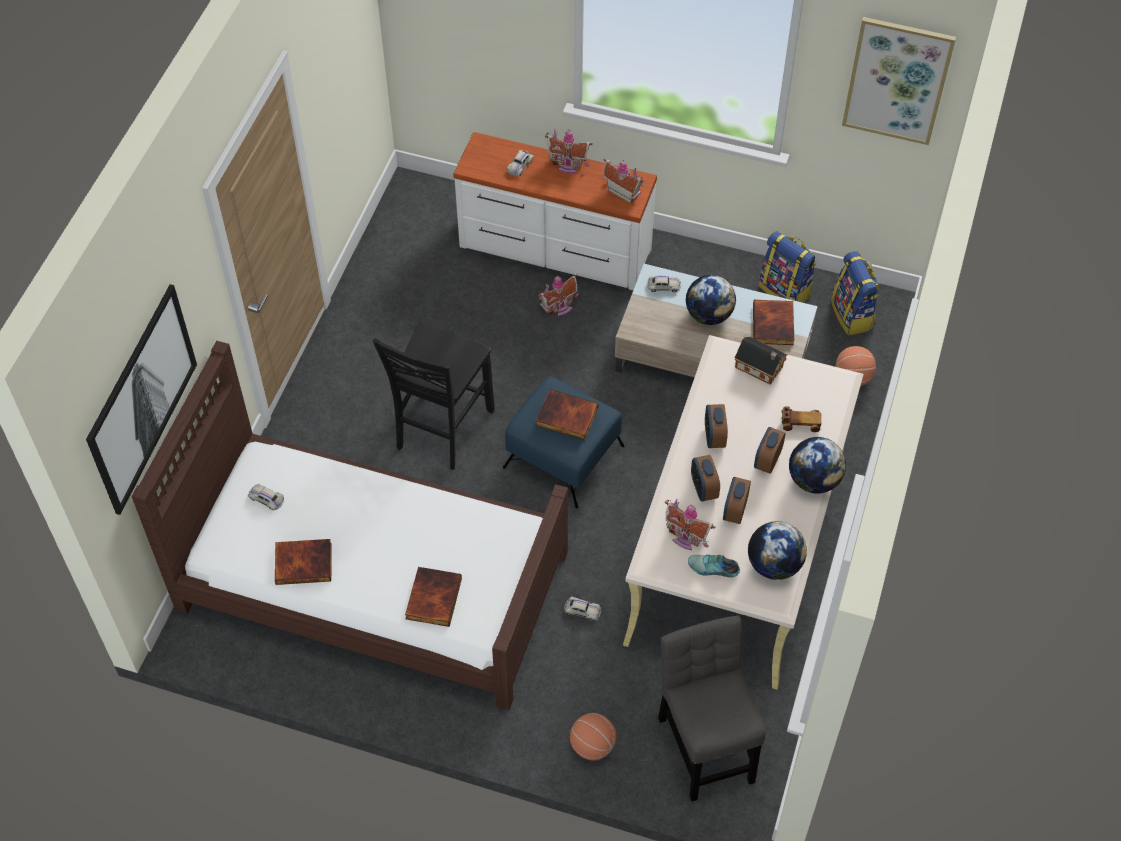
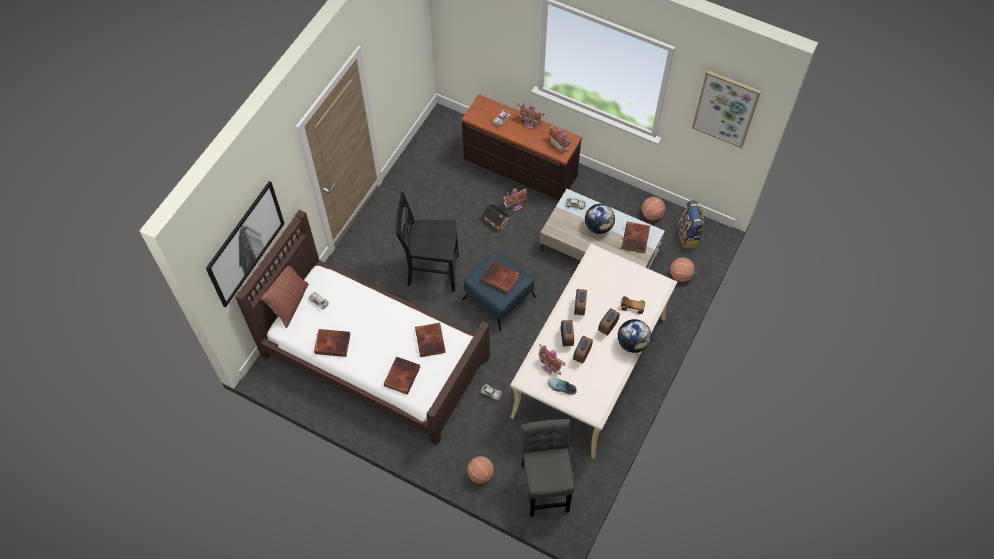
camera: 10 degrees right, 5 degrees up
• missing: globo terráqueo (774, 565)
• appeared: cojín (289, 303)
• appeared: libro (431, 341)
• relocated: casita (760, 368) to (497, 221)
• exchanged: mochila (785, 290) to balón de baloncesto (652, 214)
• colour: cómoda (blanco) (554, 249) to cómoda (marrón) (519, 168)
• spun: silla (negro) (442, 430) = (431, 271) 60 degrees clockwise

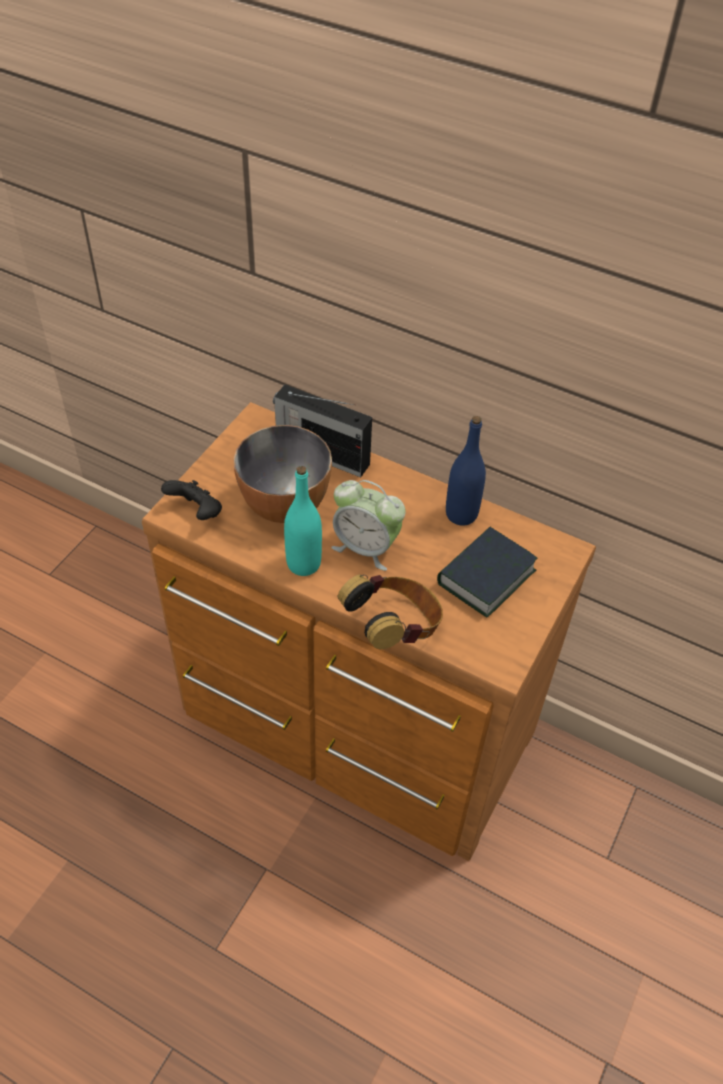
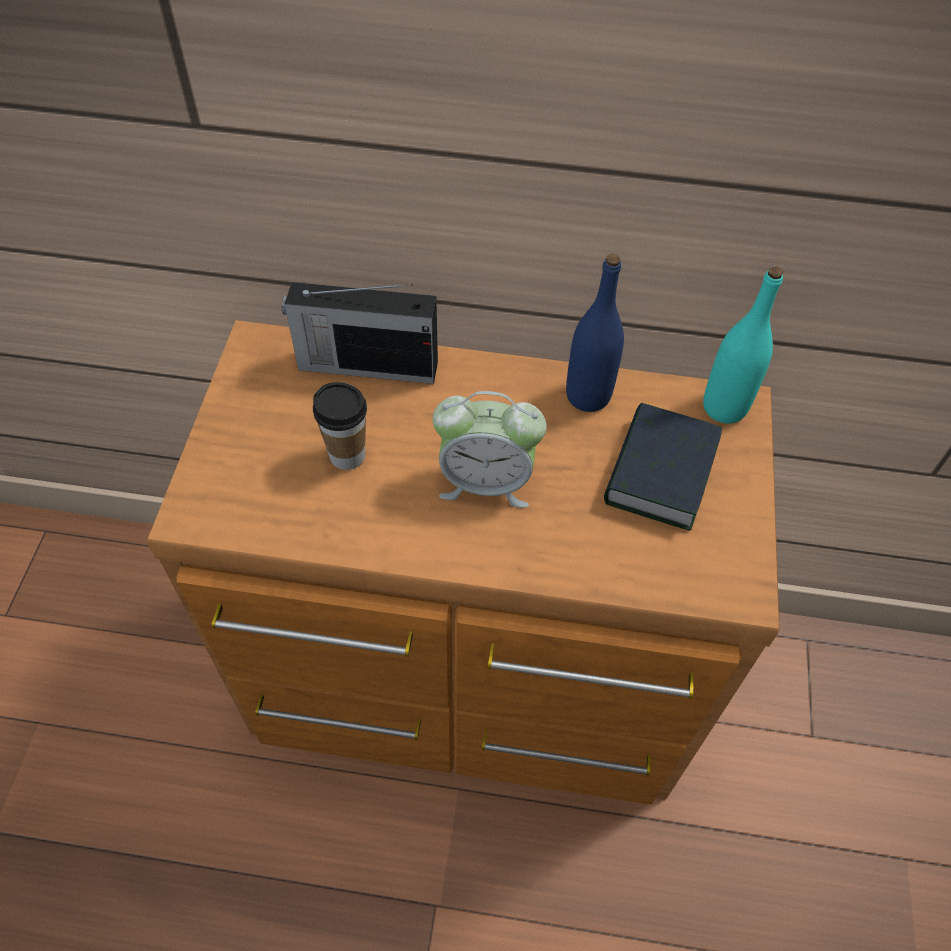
camera: 20 degrees left, 5 degrees up
• missing: mando de consola (negro) (196, 512)
• missing: auriculares (394, 628)
• relocated: botella (turquesa) (303, 564) to (724, 407)
• exchanged: cuenco (284, 505) to taza (347, 455)

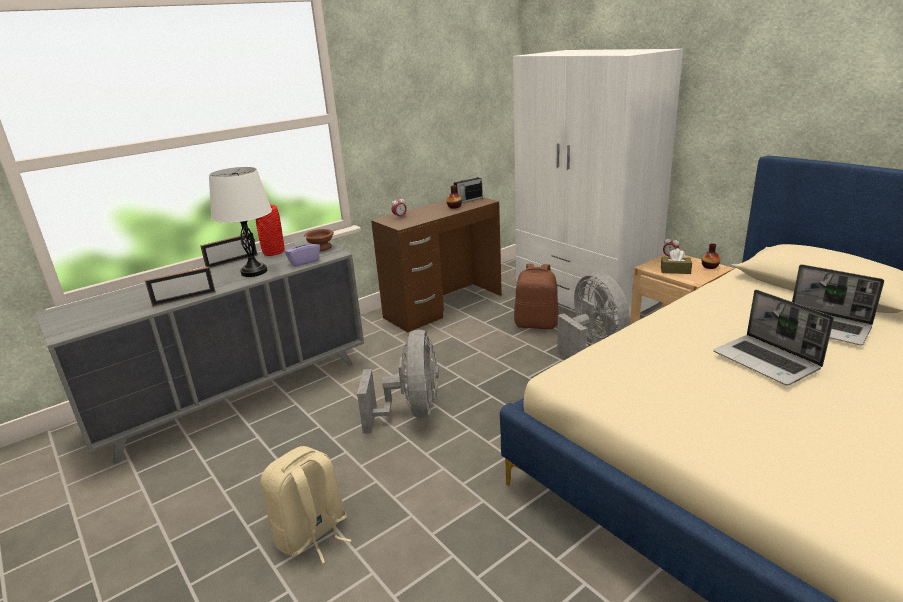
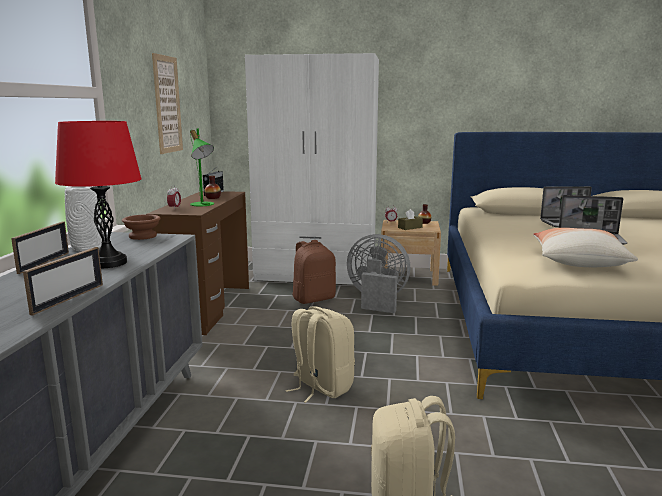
camera: 45 degrees left, 10 degrees down
• missing: caja de pañuelos (morado) (304, 261)
• appeared: cuadro (167, 104)
• appeared: lámpara de mesa (verde) (203, 205)
• appeared: cojín (578, 261)
• exchanged: ventilador (gris) (412, 412) to mochila (beis) (321, 387)
• colour: lámpara de mesa (blanco) (254, 272) to lámpara de mesa (rojo) (108, 263)
• colour: florero (rojo) (273, 252) to florero (blanco) (86, 248)

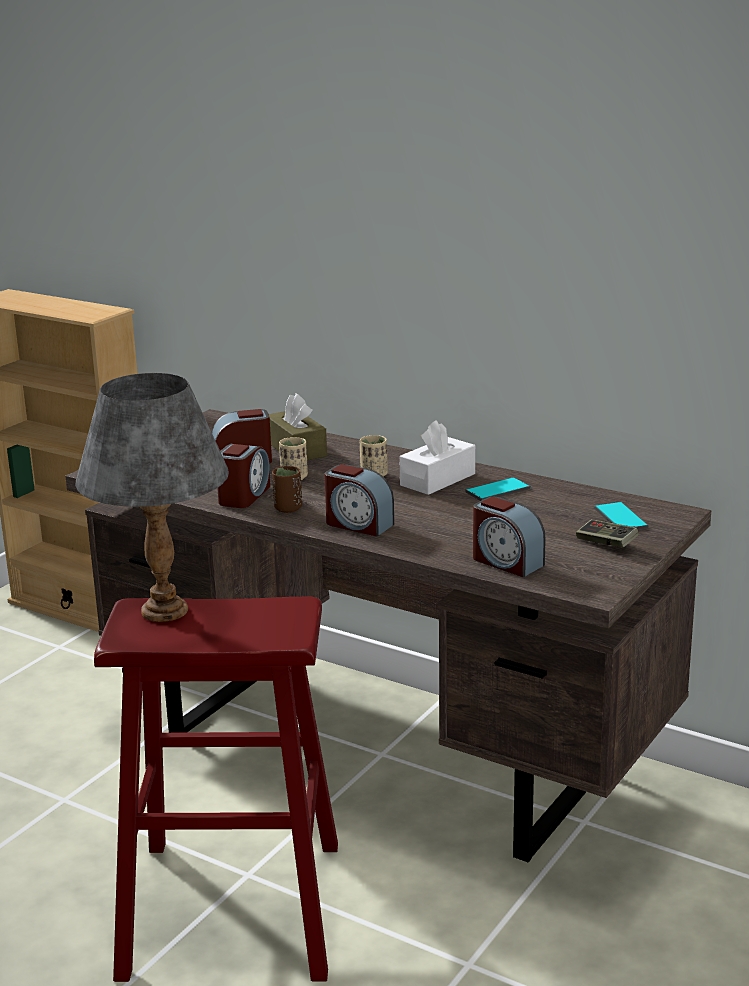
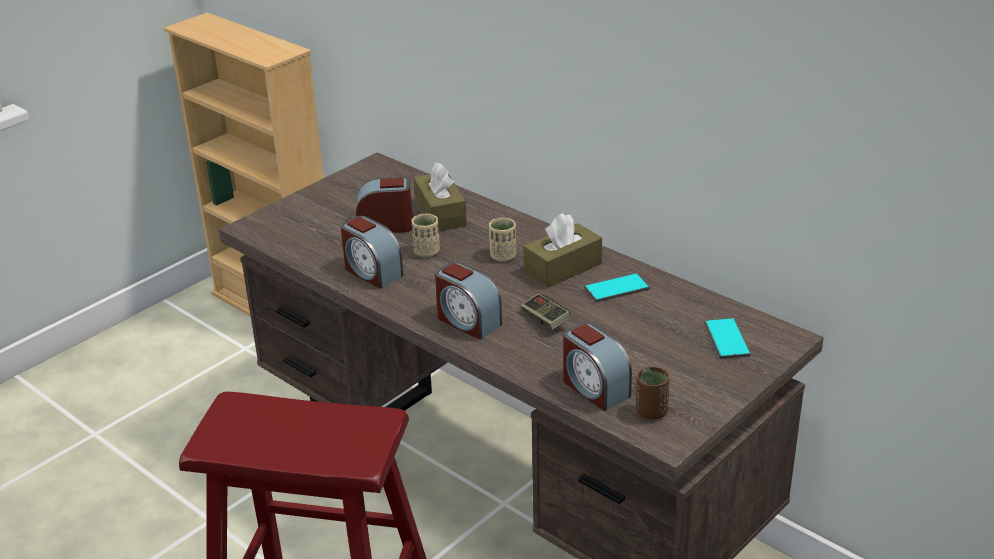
camera: 10 degrees right, 10 degrees up
• missing: lámpara de mesa (gris) (165, 611)
• relocated: taza (marrón) (288, 508) to (651, 412)
• relocated: mando de consola (606, 543) to (545, 320)
• colour: caja de pañuelos (blanco) (437, 479) to caja de pañuelos (marrón) (562, 268)
• spun: despertador (244, 496) = (372, 272) 105 degrees clockwise

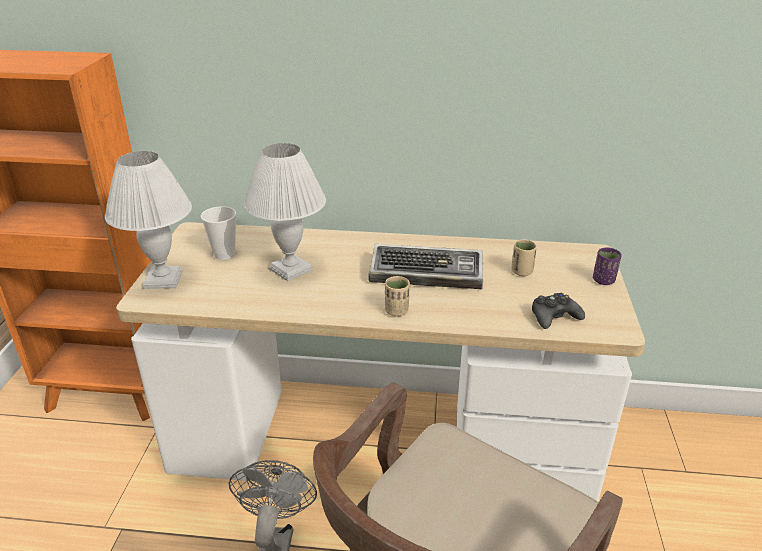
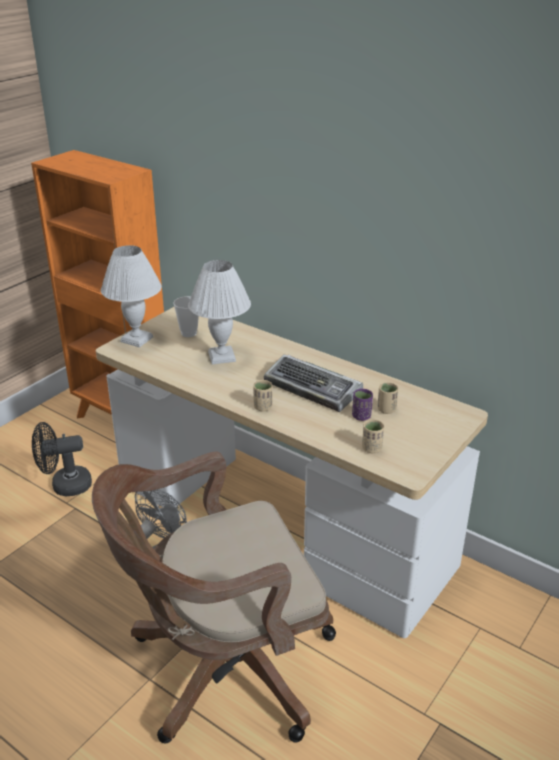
camera: 30 degrees right, 0 degrees up
• appeared: ventilador (negro) (65, 486)
• relocated: taza (morado) (603, 280) to (361, 416)
• exchanged: mando de consola (negro) (554, 316) to taza (beis) (372, 448)

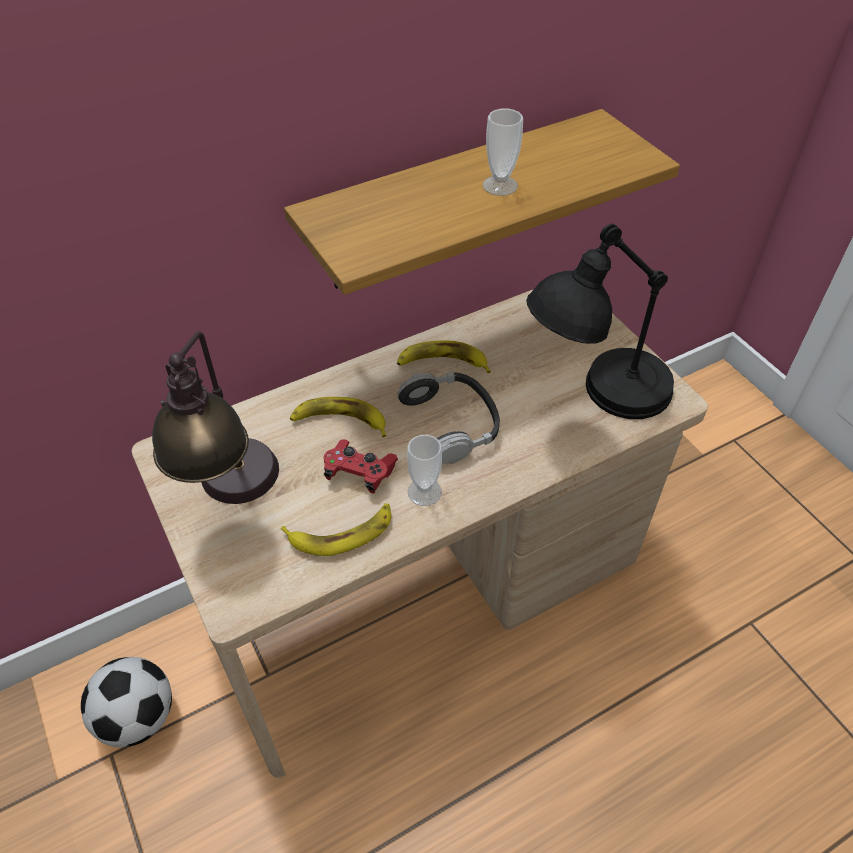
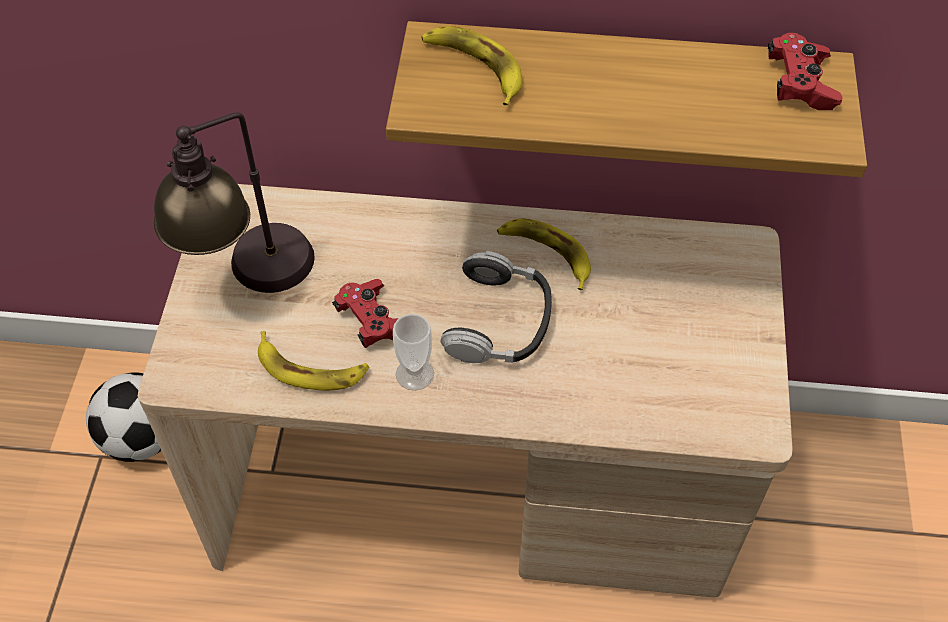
camera: 35 degrees right, 5 degrees up
• missing: taza (500, 185)
• missing: lámpara de mesa (negro) (595, 401)
• appeared: mando de consola (rojo) (800, 84)
• relocated: plátano (339, 421) to (474, 67)

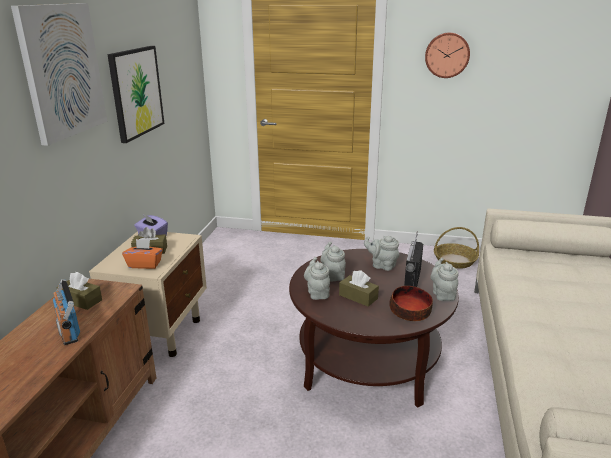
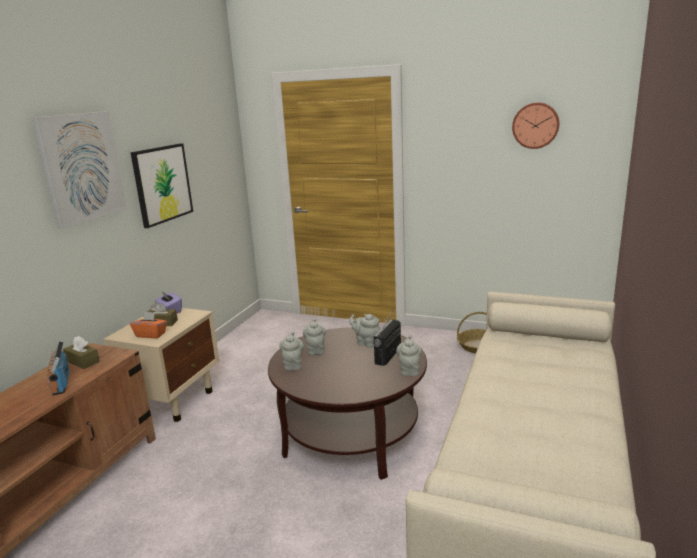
camera: 10 degrees right, 5 degrees down
• missing: caja de pañuelos (marrón) (358, 297)
• missing: cuenco (410, 312)
• relocated: reloj de pared (447, 55) to (535, 125)

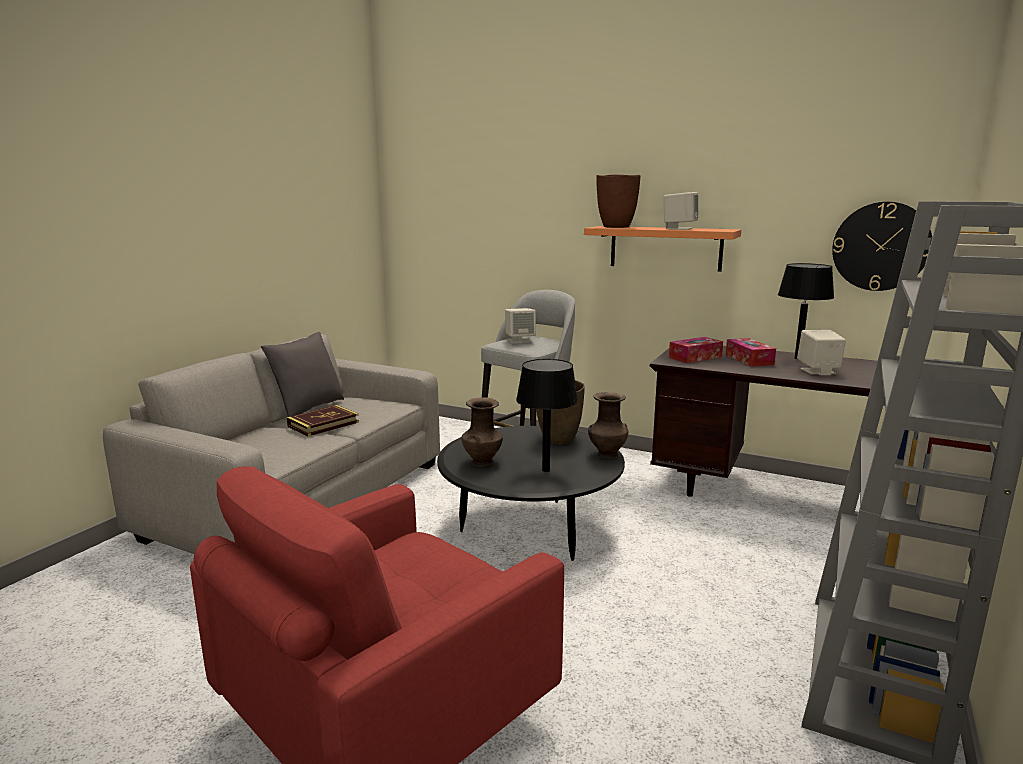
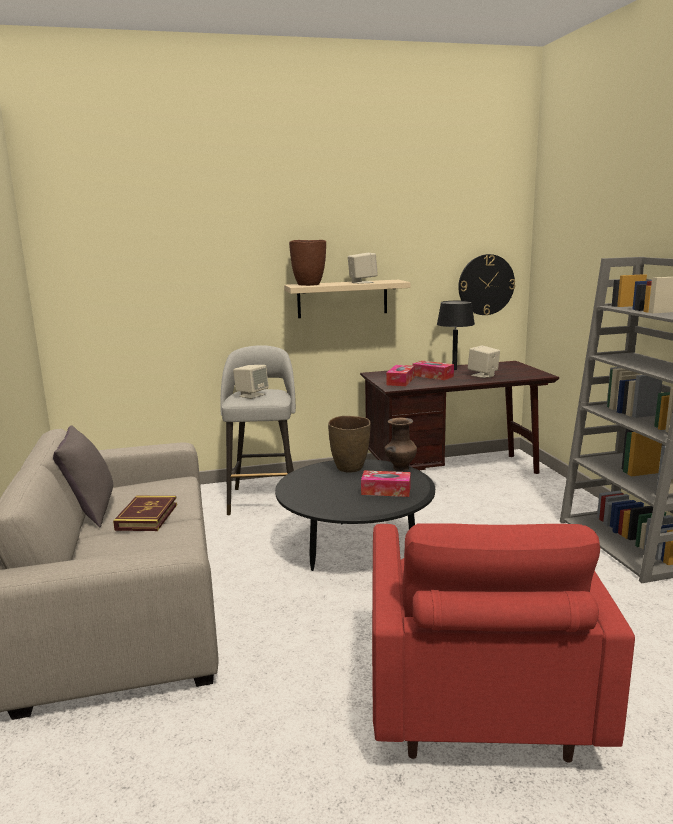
camera: 40 degrees left, 0 degrees up
• missing: florero (marrón) (482, 462)
• exchanged: lámpara de mesa (negro) (545, 470) to caja de pañuelos (386, 491)
• colour: estante (naranja) (665, 248) to estante (beis) (342, 298)

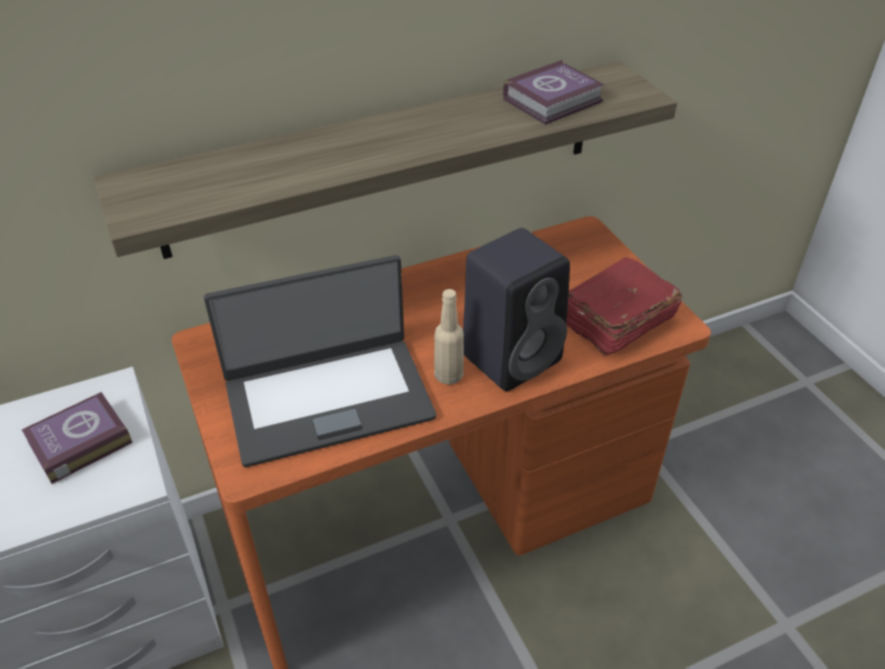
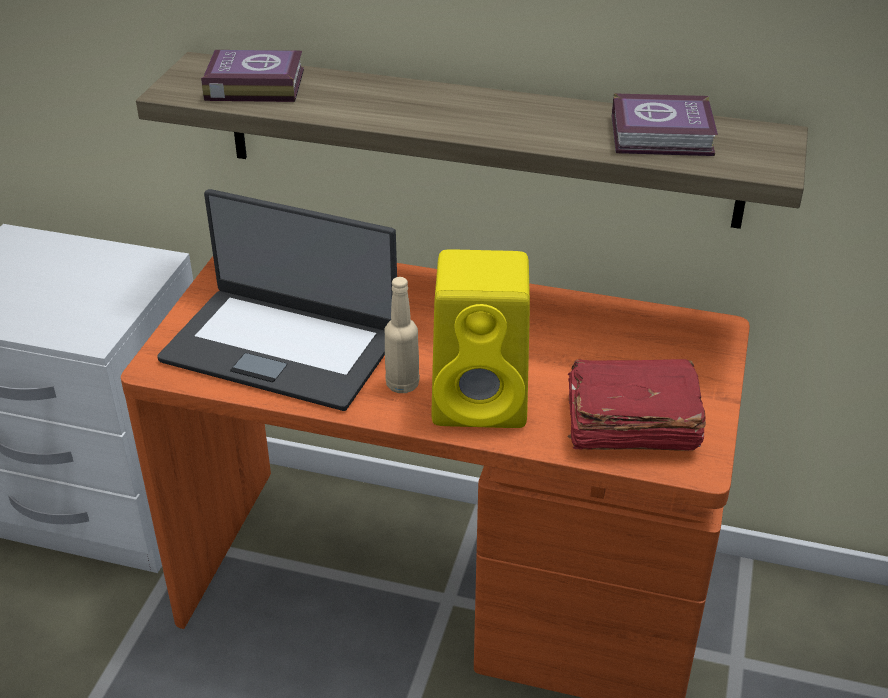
camera: 40 degrees right, 5 degrees down
• relocated: libro (77, 442) to (252, 84)
• colour: altavoz (negro) (513, 356) to altavoz (amarillo) (483, 400)

